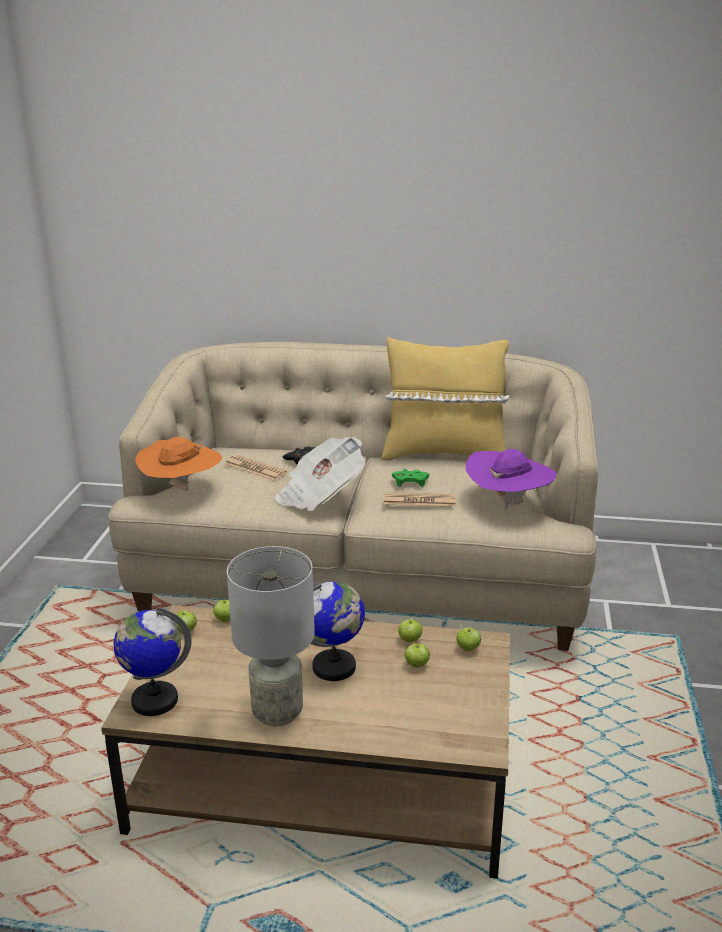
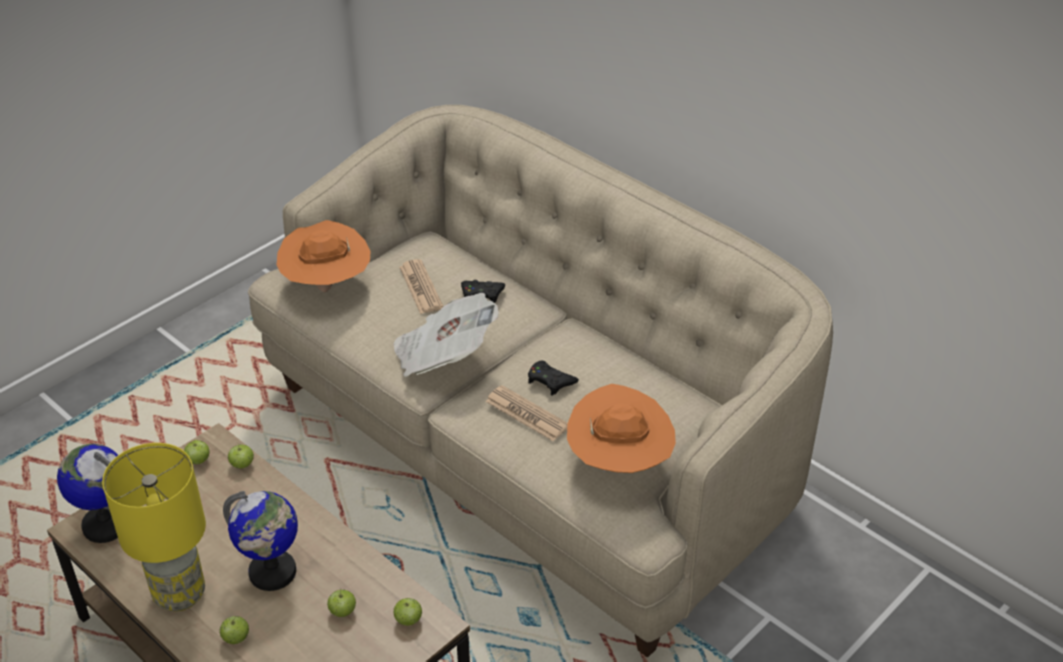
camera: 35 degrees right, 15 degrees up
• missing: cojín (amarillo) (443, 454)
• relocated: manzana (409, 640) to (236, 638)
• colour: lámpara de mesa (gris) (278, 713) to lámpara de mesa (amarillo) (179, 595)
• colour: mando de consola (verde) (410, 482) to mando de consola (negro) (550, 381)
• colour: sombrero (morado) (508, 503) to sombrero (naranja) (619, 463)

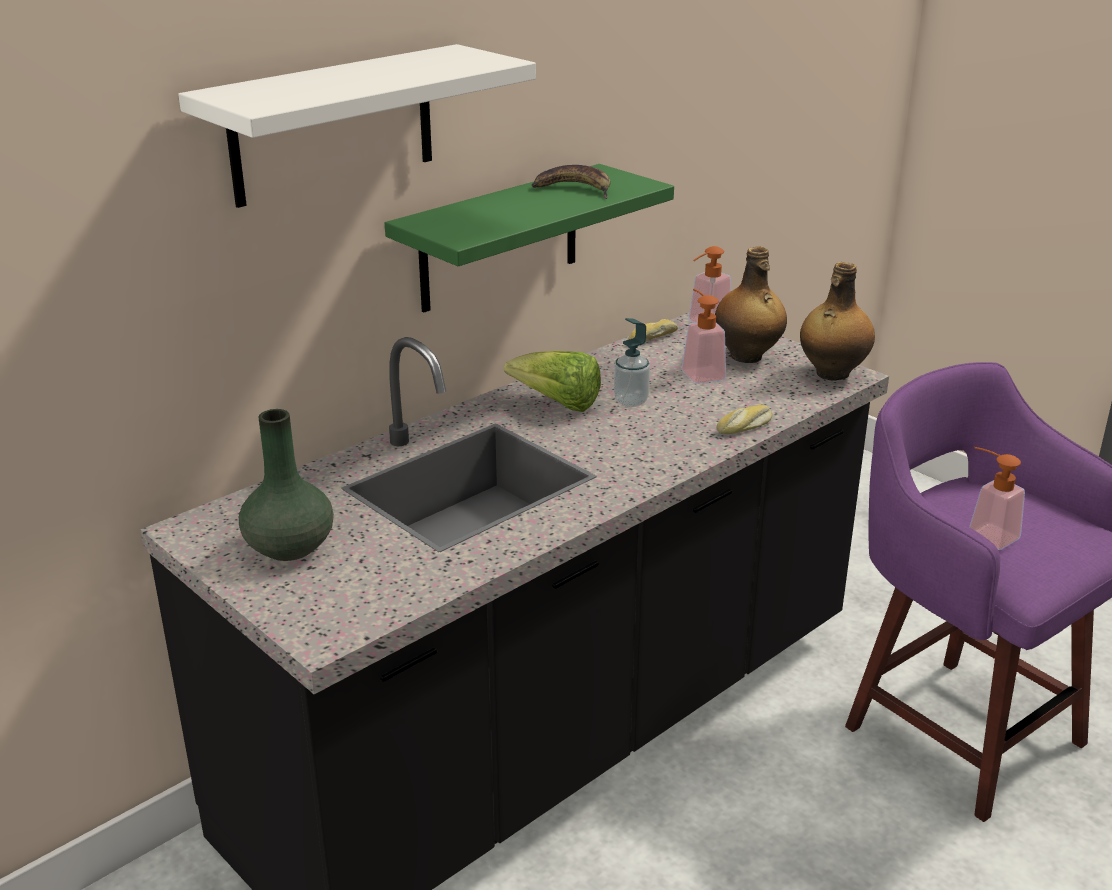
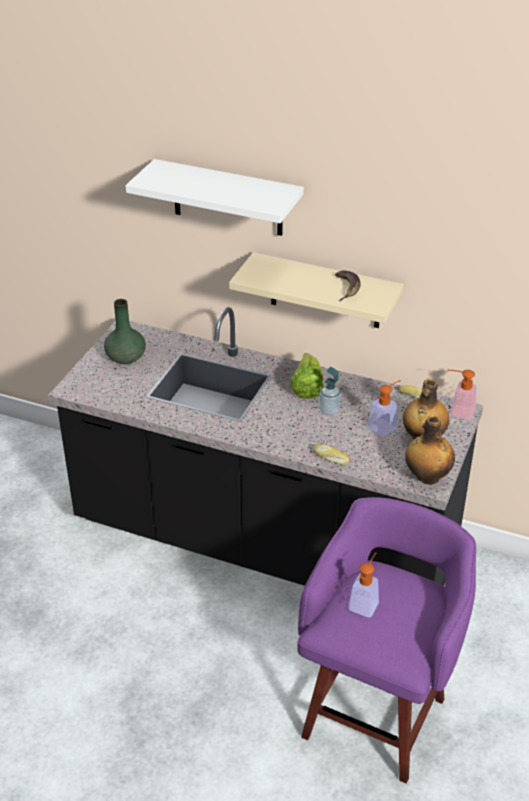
camera: 65 degrees right, 10 degrees up
• colour: estante (verde) (499, 238) to estante (beis) (325, 291)

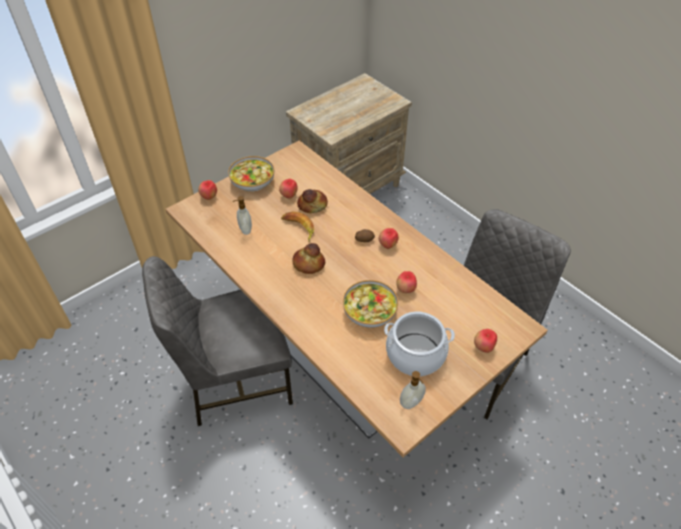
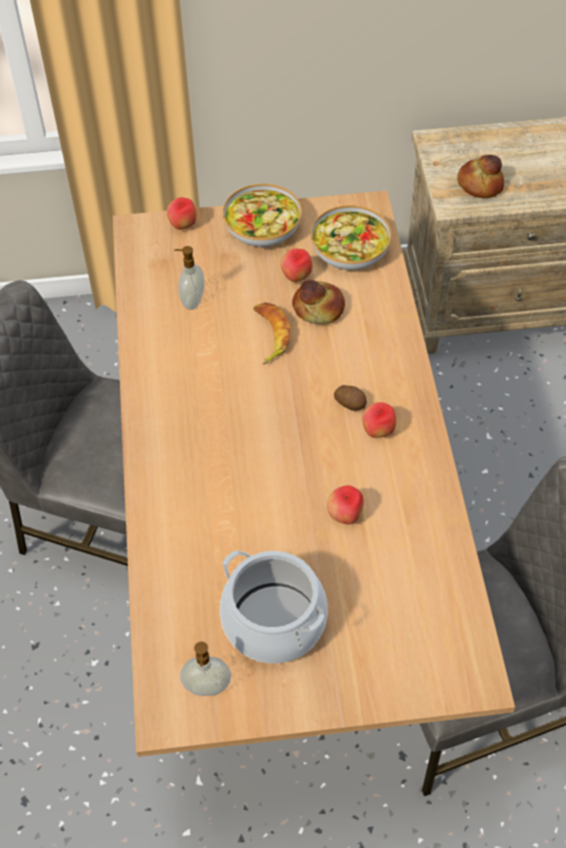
camera: 35 degrees right, 5 degrees up
• missing: manzana (483, 347)
• relocated: pan (308, 264) to (480, 184)
• relocated: cuenco (370, 311) to (350, 251)

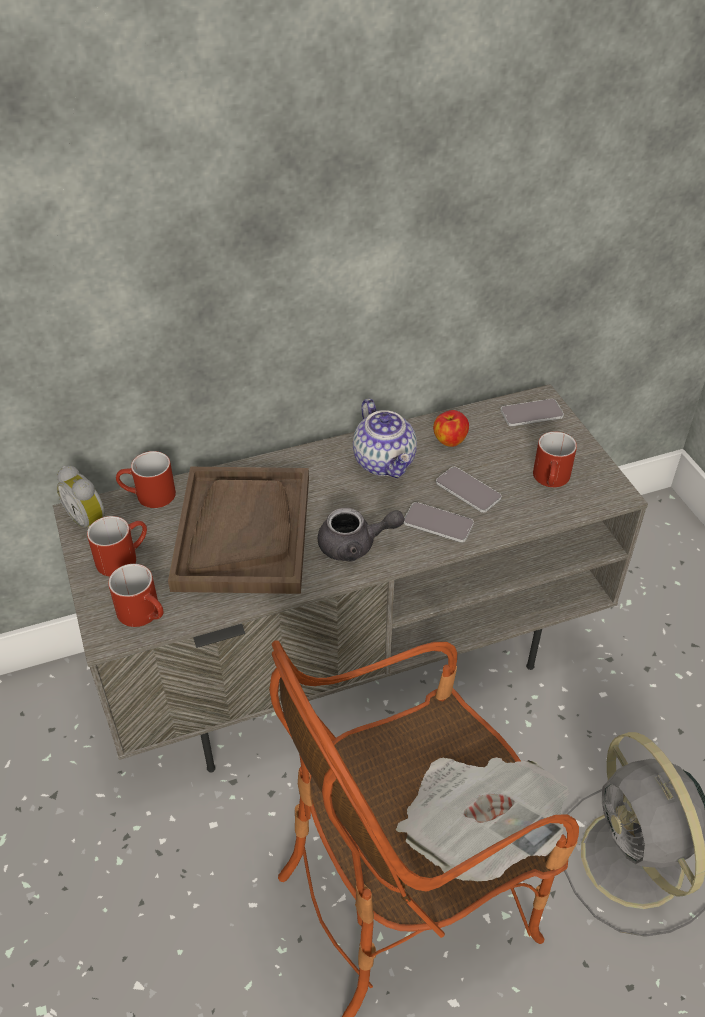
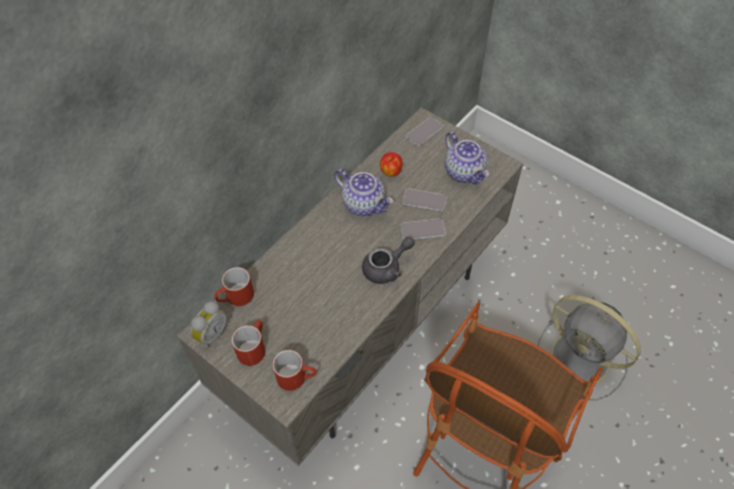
camera: 30 degrees left, 10 degrees up
• missing: bandeja (marrón) (242, 532)
• missing: periódico (475, 829)
• exchanged: taza grande (rojo) (552, 480) to tetera (465, 172)
• spun: despertador (89, 521) = (211, 334) 75 degrees counterclockwise

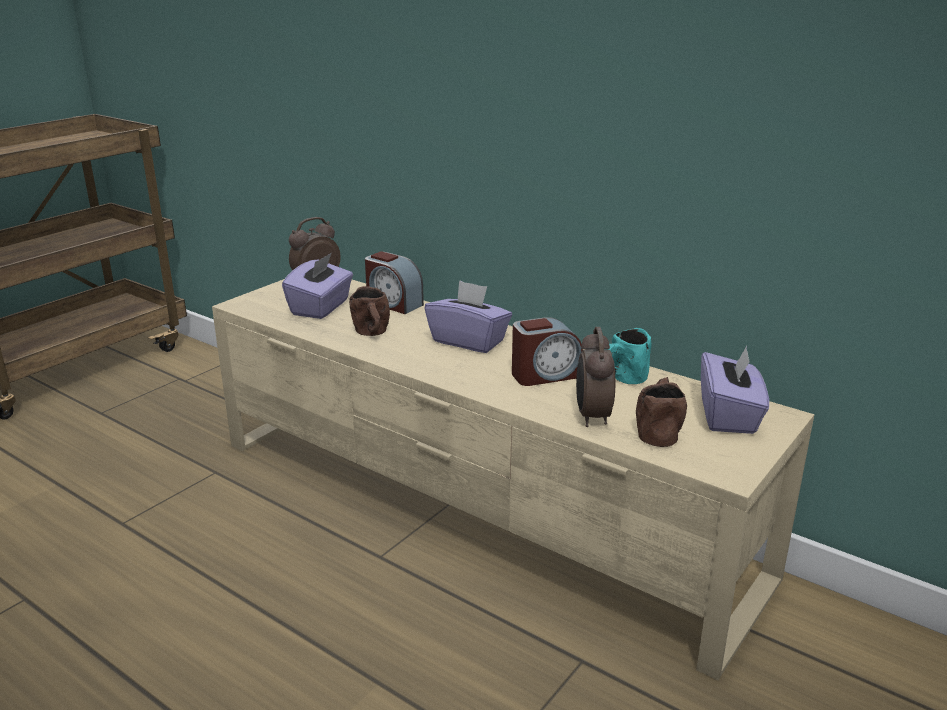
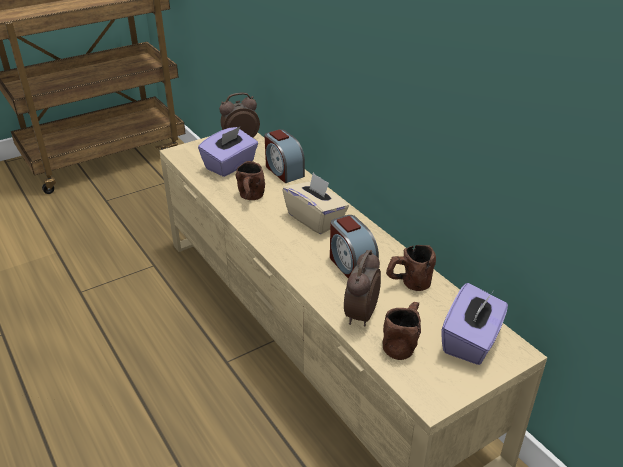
camera: 20 degrees right, 10 degrees up
• colour: caja de pañuelos (morado) (469, 341) to caja de pañuelos (beis) (315, 219)
• colour: taza grande (turquesa) (621, 380) to taza grande (marrón) (408, 283)
• spun: despertador (545, 375) = (351, 265) 60 degrees clockwise

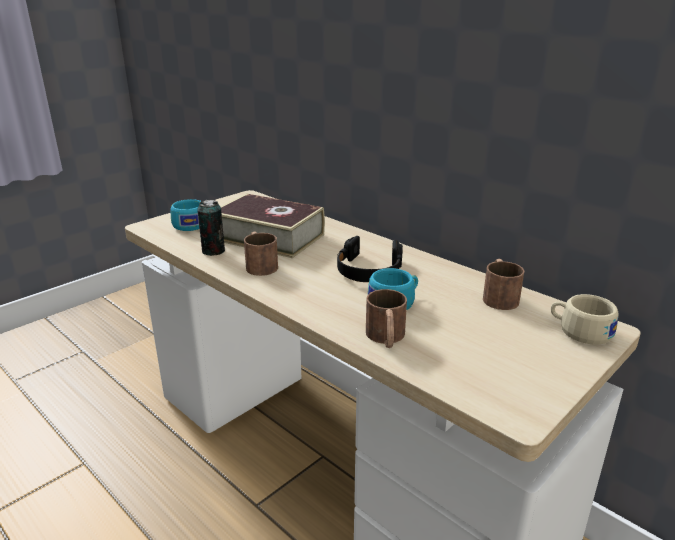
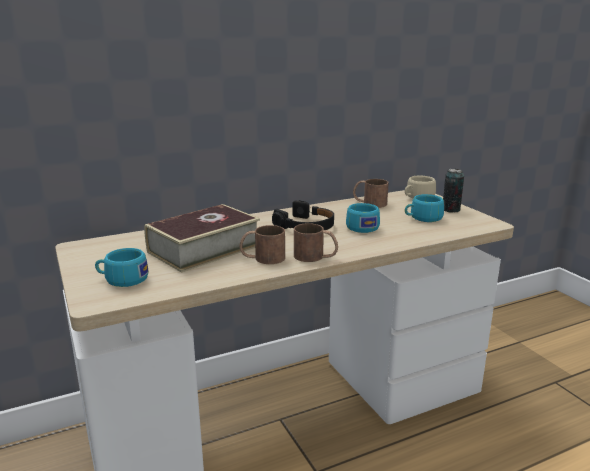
camera: 70 degrees left, 5 degrees down
• appeared: taza (turquesa) (422, 218)
• relocated: lata (213, 251) to (451, 210)
• relocated: taza grande (marrón) (386, 338) to (315, 257)

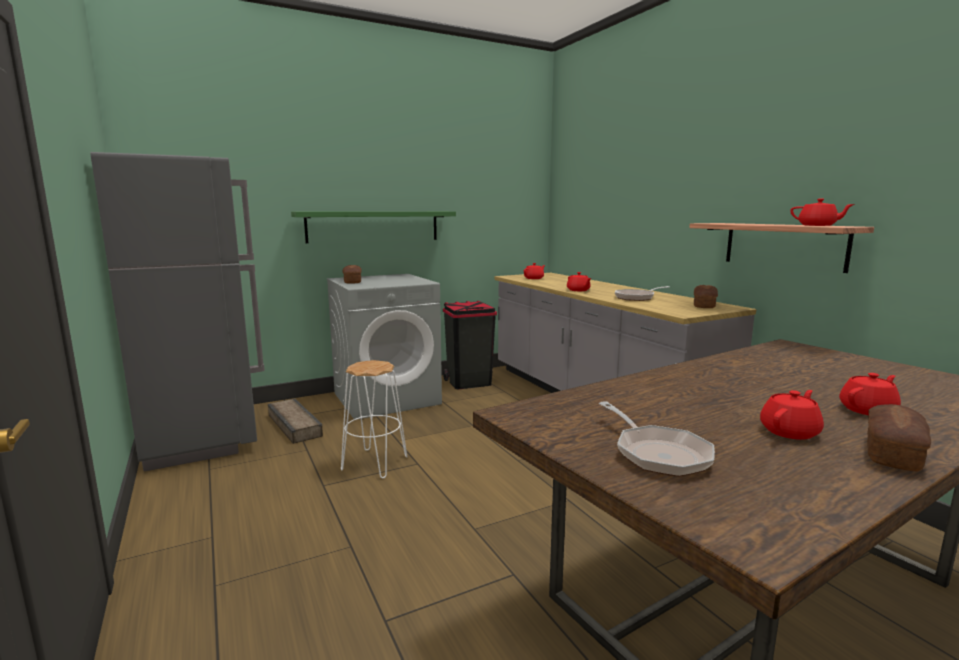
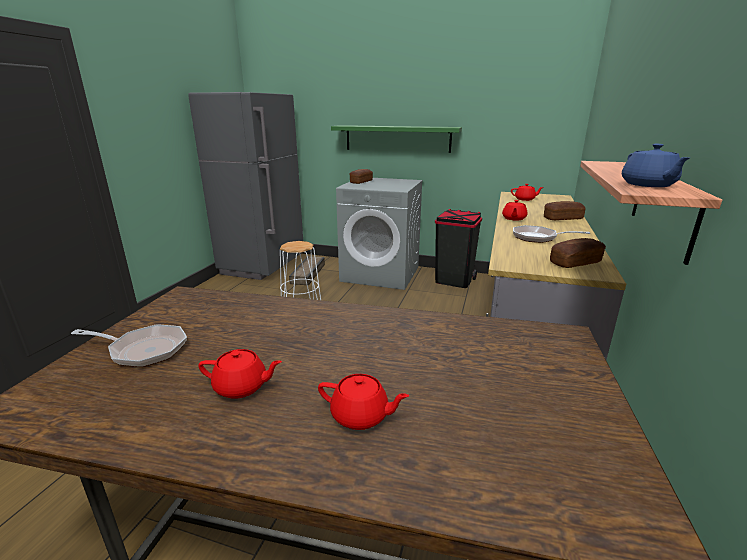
camera: 45 degrees right, 10 degrees up
• relocated: pan (892, 453) to (562, 218)
• colour: tetera (rojo) (818, 225) to tetera (azul) (648, 185)
• spun: sartén (657, 453) = (143, 350) 105 degrees counterclockwise

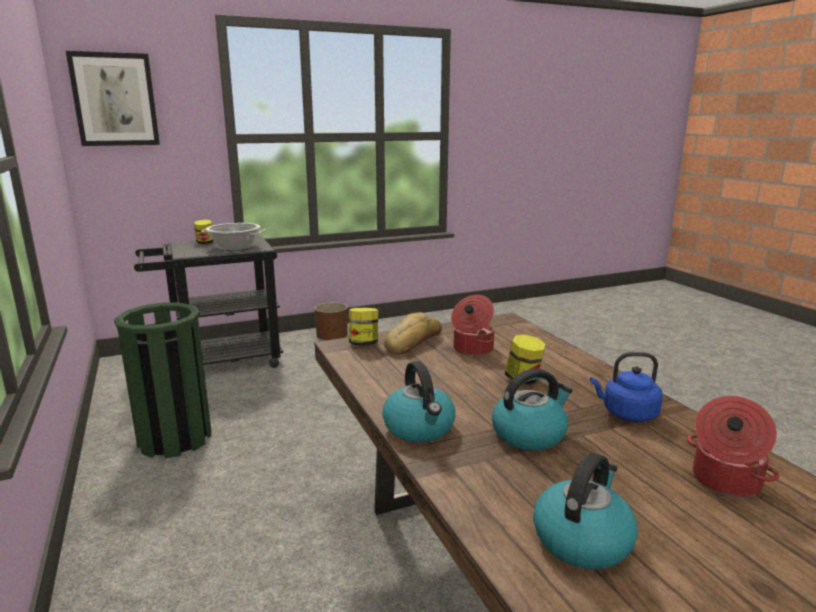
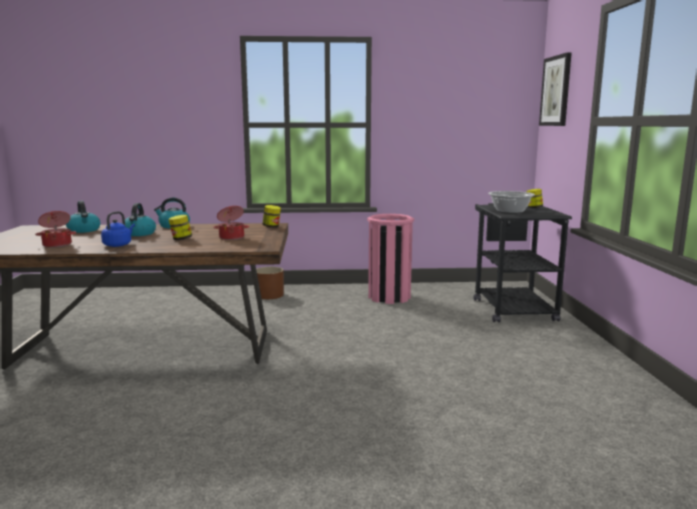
camera: 110 degrees right, 5 degrees down
• missing: pan (411, 341)
• relocated: maceta (marrón) (332, 335) to (269, 295)
• colour: papelera (verde) (175, 438) to papelera (rosa) (389, 297)

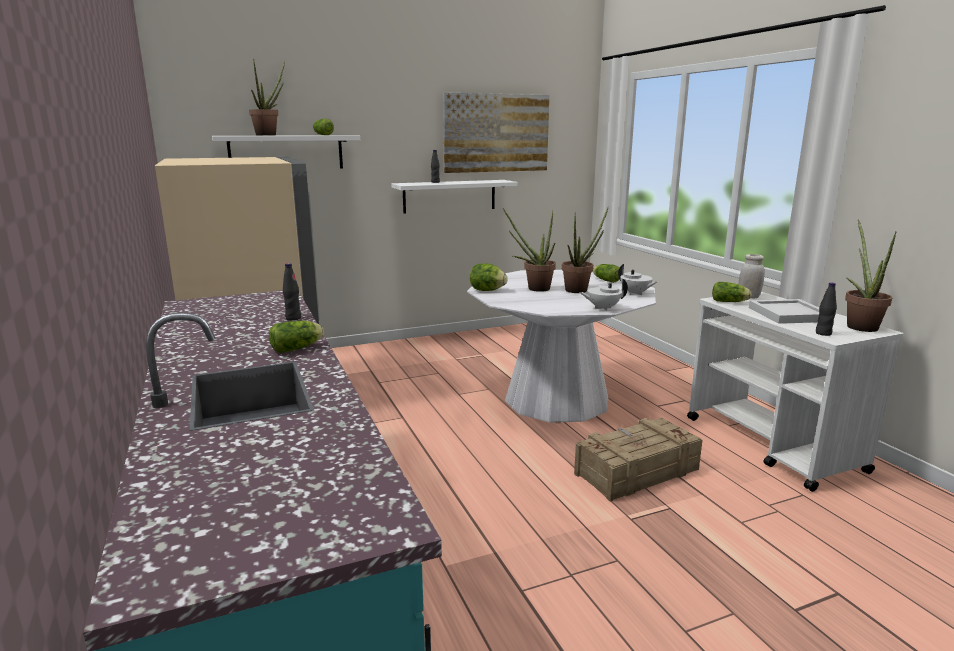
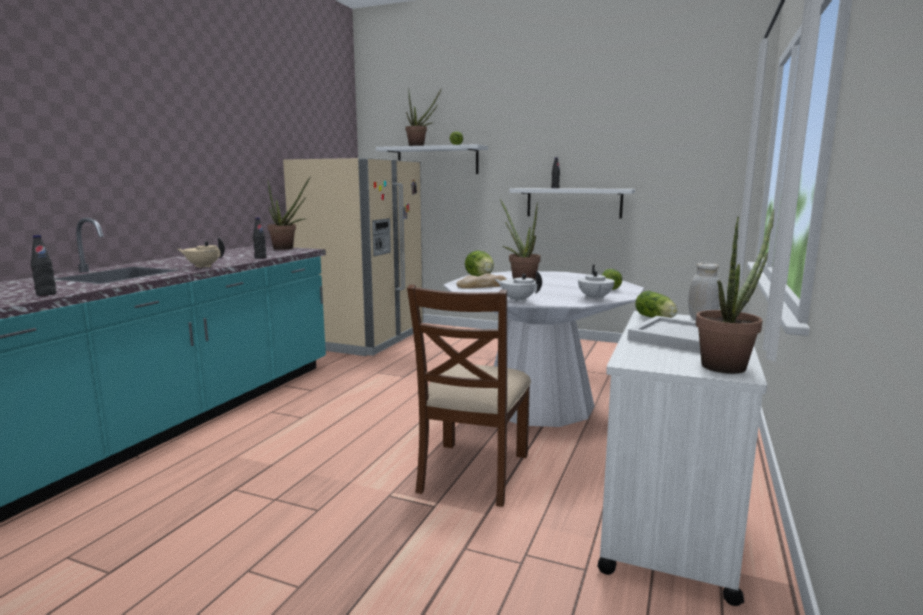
camera: 45 degrees right, 5 degrees down
• missing: cuadro (496, 133)
• appeared: pan (482, 286)
• relocated: planta en maceta (580, 289) to (287, 248)
• relocated: botella (negro) (823, 333) to (46, 294)
• exchanged: lechuga (298, 348) to tetera (beis) (203, 266)
• exchanged: caja de embalaje (635, 471) to silla (marrón) (472, 472)

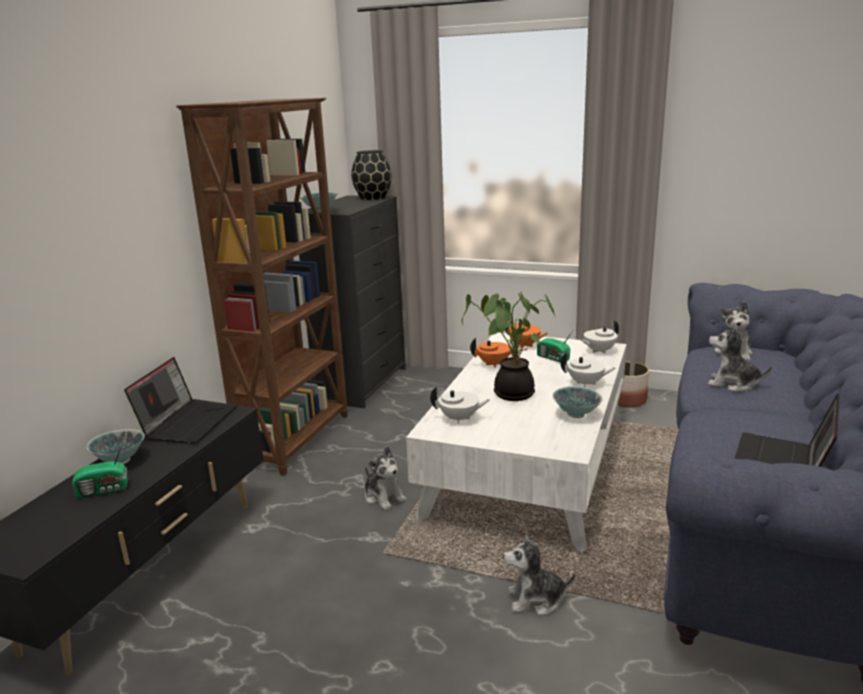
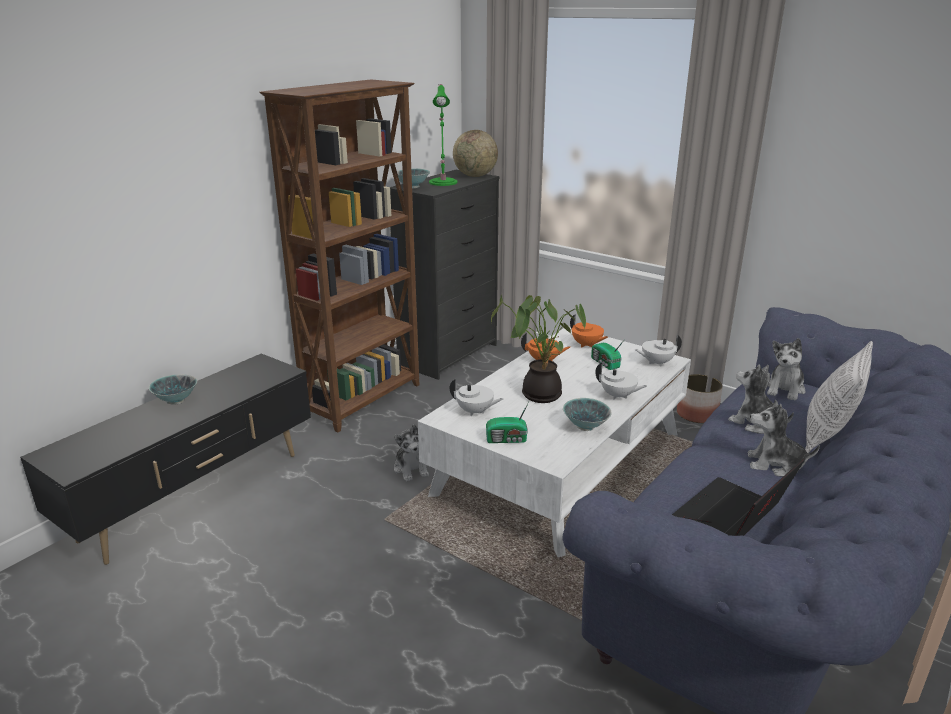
camera: 15 degrees right, 5 degrees up
• missing: portátil (188, 422)
• appeared: lámpara de mesa (verde) (443, 182)
• appeared: cojín (827, 436)
• relocated: radio (104, 490) to (507, 439)
• relocated: peluche (536, 600) to (774, 465)
• exchanged: florero (negro) (373, 198) to globo terráqueo (475, 176)

